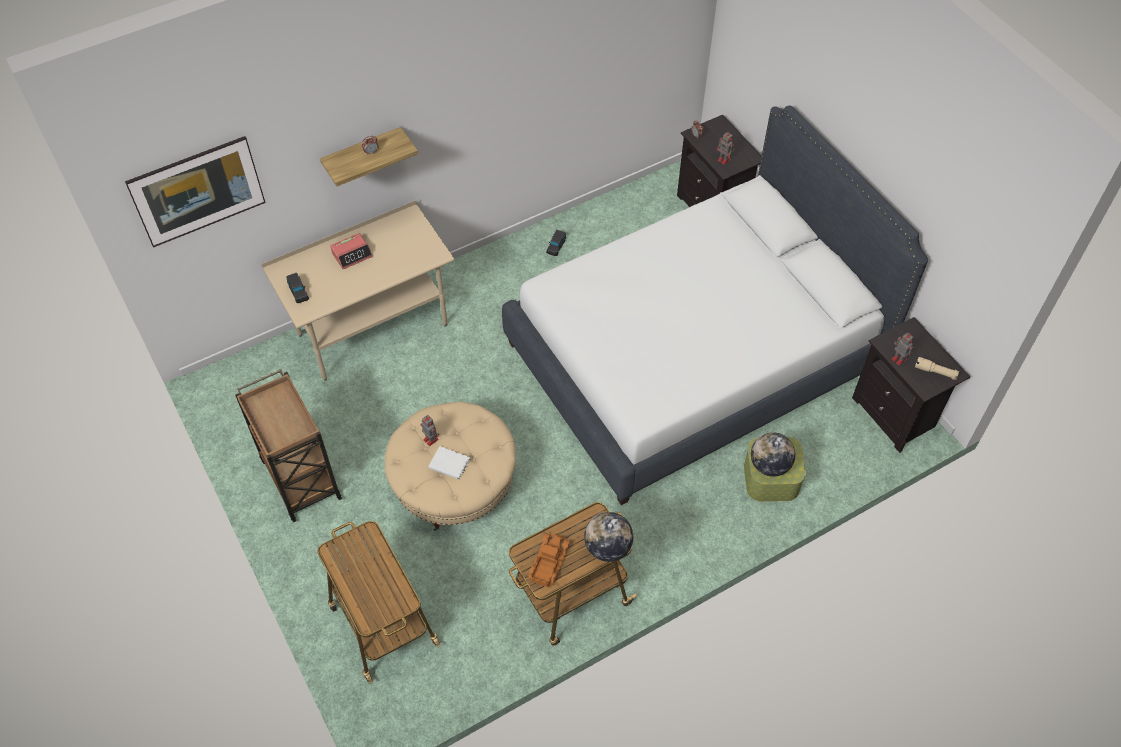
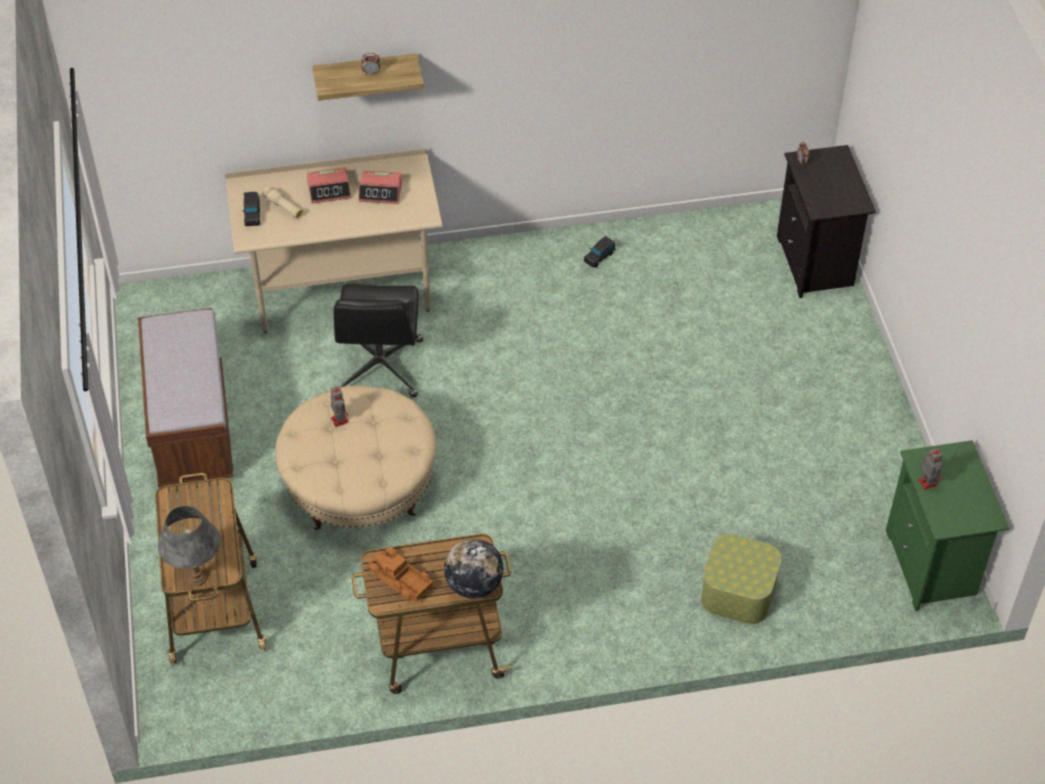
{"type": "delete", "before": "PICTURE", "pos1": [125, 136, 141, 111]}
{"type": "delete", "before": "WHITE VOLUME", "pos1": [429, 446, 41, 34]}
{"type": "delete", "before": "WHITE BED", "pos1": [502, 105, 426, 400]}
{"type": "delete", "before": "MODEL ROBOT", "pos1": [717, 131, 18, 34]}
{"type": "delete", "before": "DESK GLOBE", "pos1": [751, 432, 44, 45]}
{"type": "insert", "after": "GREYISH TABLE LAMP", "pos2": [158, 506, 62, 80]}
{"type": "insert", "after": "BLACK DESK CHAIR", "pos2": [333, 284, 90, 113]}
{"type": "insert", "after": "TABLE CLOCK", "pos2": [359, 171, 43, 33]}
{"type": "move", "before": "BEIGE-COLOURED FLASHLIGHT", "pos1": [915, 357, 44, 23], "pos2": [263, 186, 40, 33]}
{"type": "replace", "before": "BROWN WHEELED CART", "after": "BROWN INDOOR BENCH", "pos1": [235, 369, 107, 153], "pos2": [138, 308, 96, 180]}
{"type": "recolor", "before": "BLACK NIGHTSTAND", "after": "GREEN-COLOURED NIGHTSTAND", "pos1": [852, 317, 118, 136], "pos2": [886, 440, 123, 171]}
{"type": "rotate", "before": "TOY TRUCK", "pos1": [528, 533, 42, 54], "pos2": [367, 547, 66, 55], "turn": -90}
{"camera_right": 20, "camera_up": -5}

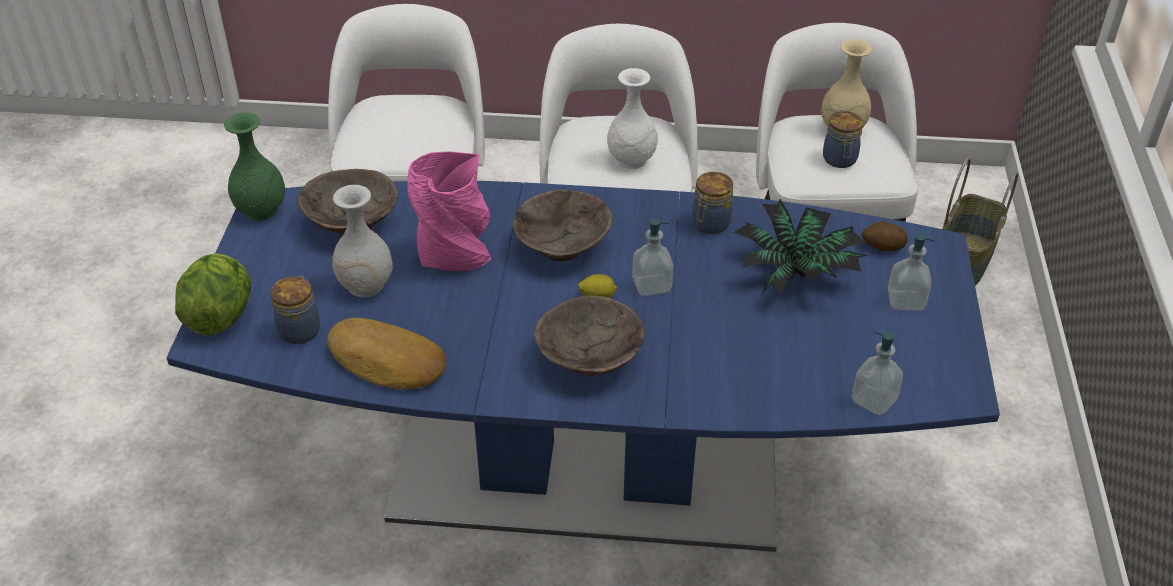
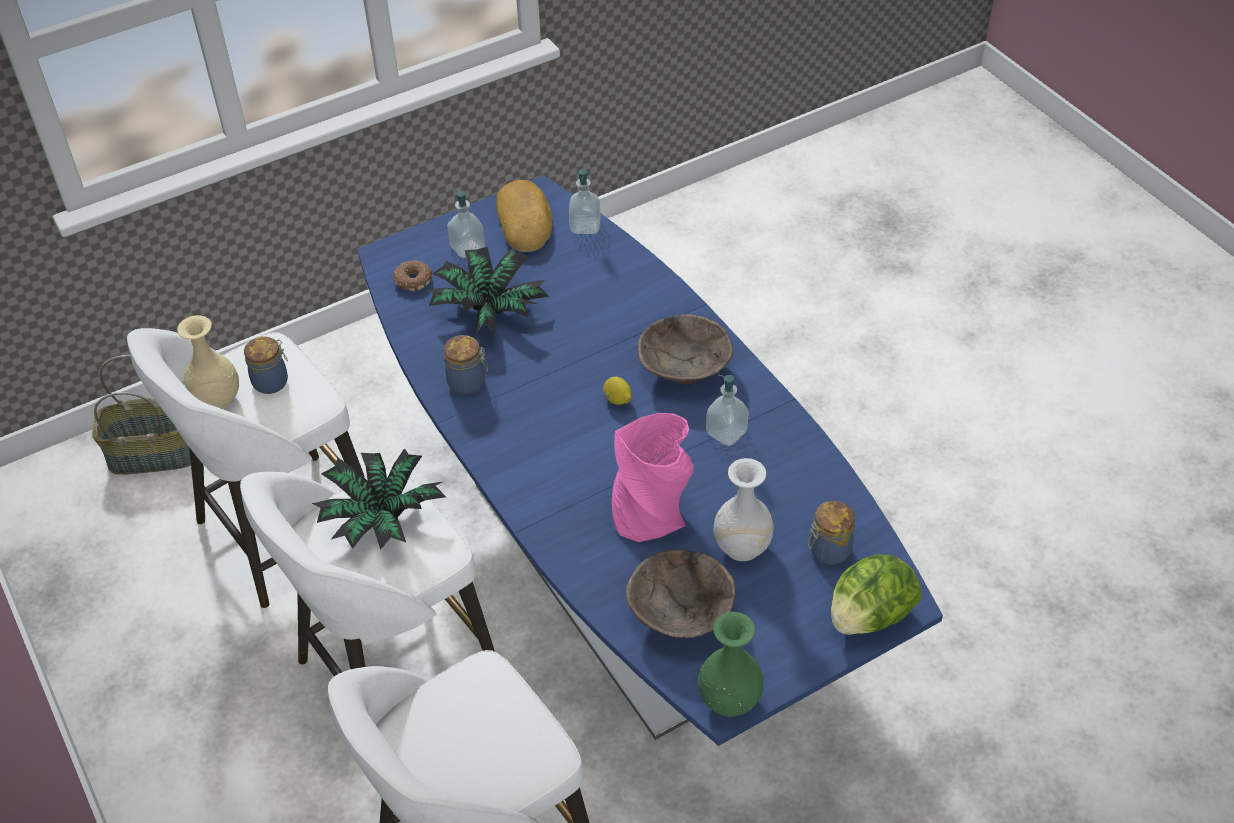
{"type": "delete", "before": "BROWN BOWL", "pos1": [513, 189, 100, 73]}
{"type": "move", "before": "BAKERY BREAD", "pos1": [327, 318, 120, 71], "pos2": [496, 180, 57, 72]}
{"type": "move", "before": "SOAP DISPENSER", "pos1": [632, 218, 41, 78], "pos2": [706, 375, 43, 71]}
{"type": "replace", "before": "WHITE DECORATIVE VASE", "after": "PLANT IN A POT", "pos1": [607, 68, 51, 101], "pos2": [312, 448, 134, 102]}
{"type": "replace", "before": "WHOLE POTATO", "after": "DONUT", "pos1": [861, 221, 47, 30], "pos2": [394, 260, 38, 31]}
{"camera_right": -125, "camera_up": 5}

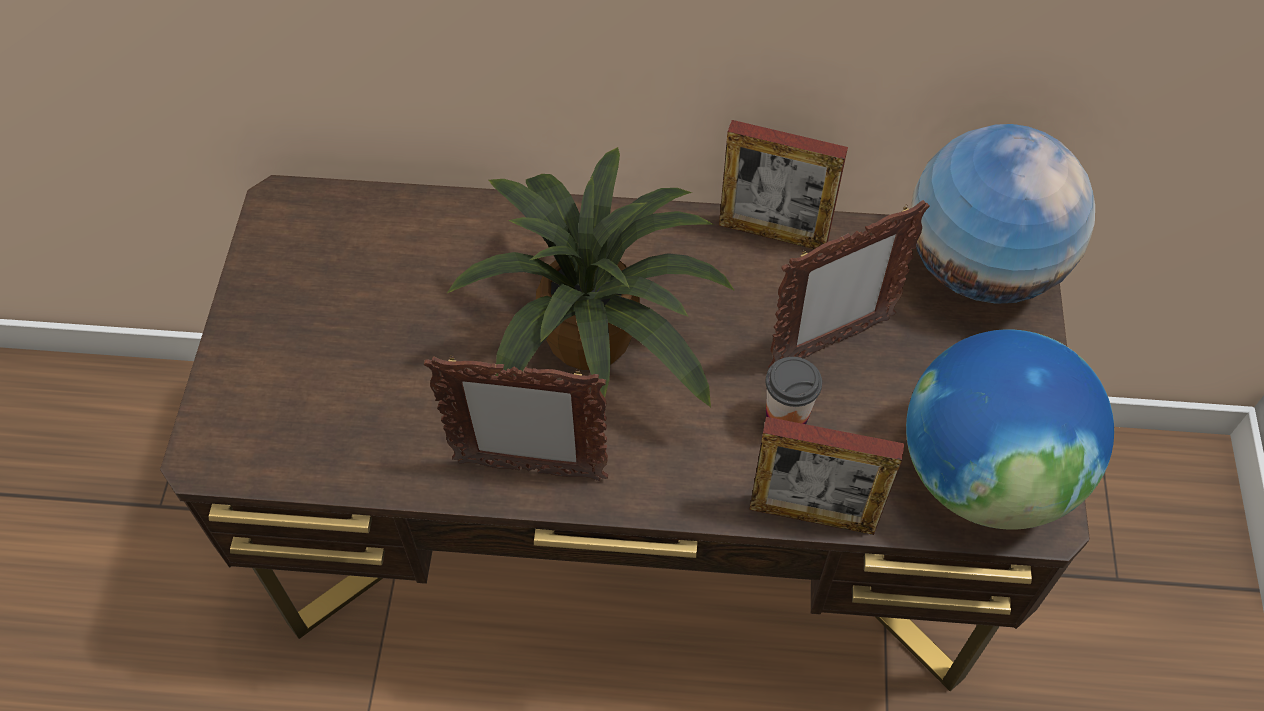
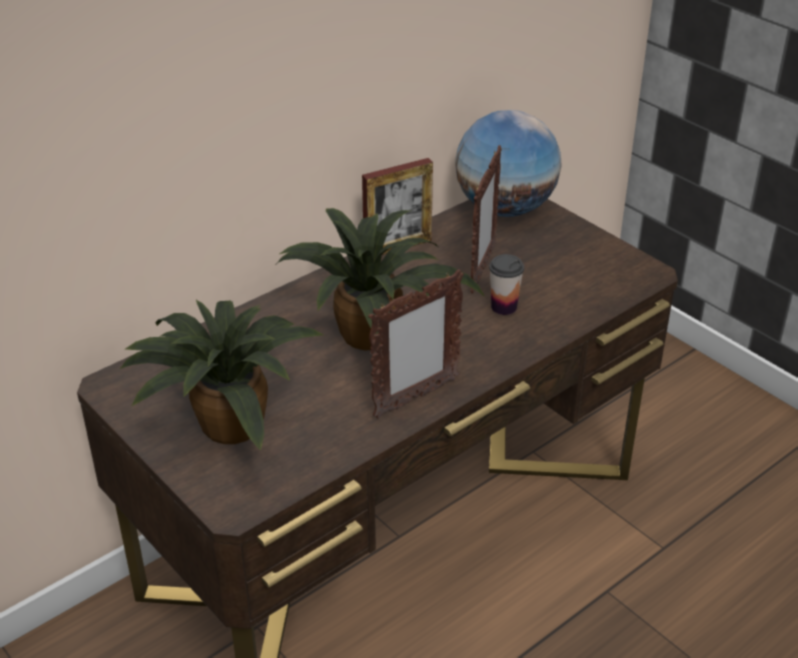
{"type": "delete", "before": "PICTURE FRAME", "pos1": [749, 417, 155, 118]}
{"type": "delete", "before": "DESK GLOBE", "pos1": [906, 330, 208, 200]}
{"type": "insert", "after": "PLANT IN A POT", "pos2": [120, 300, 203, 151]}
{"camera_right": -45, "camera_up": -20}

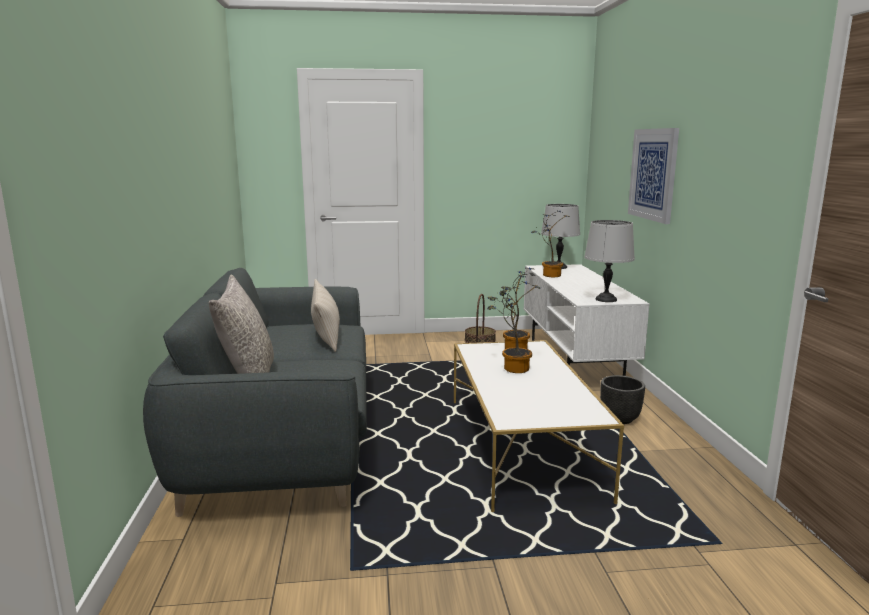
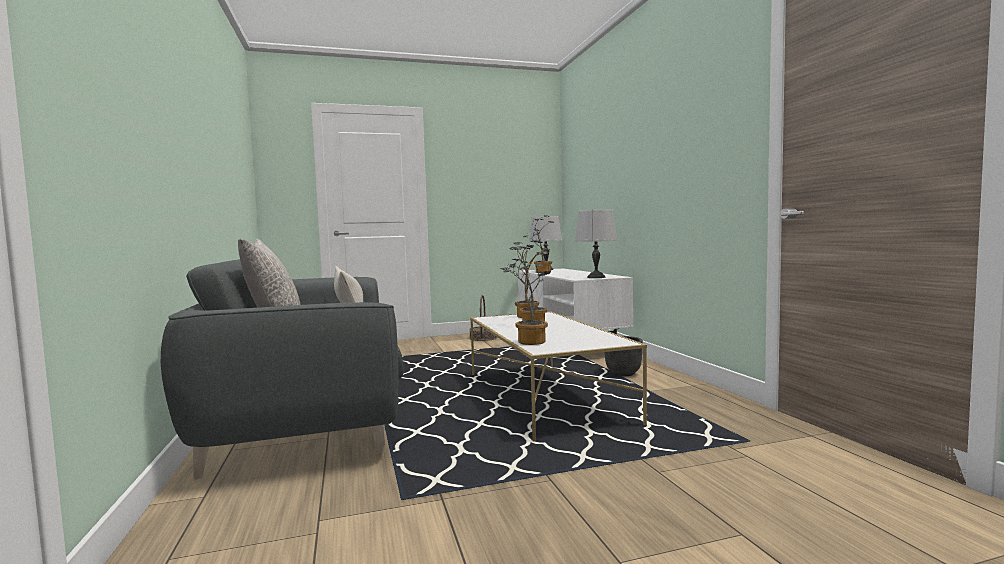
{"type": "delete", "before": "PICTURE", "pos1": [628, 128, 51, 96]}
{"type": "insert", "after": "PLANT IN A POT", "pos2": [509, 242, 42, 103]}
{"camera_right": -10, "camera_up": -10}

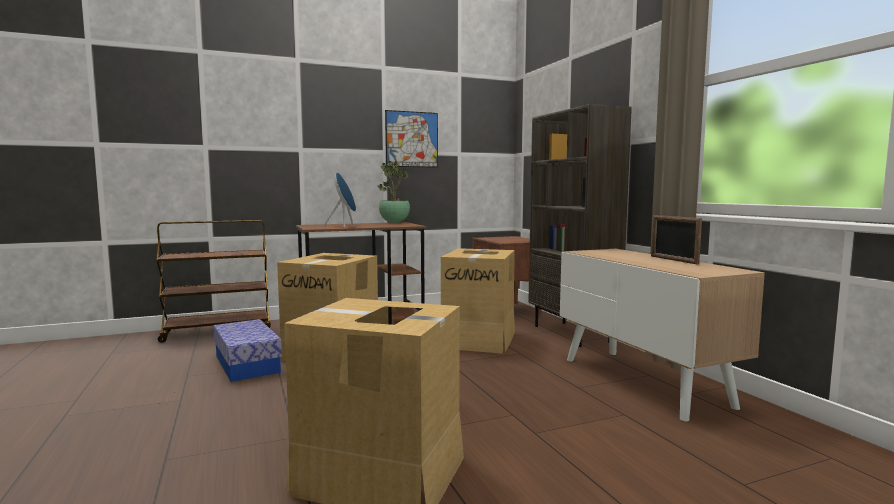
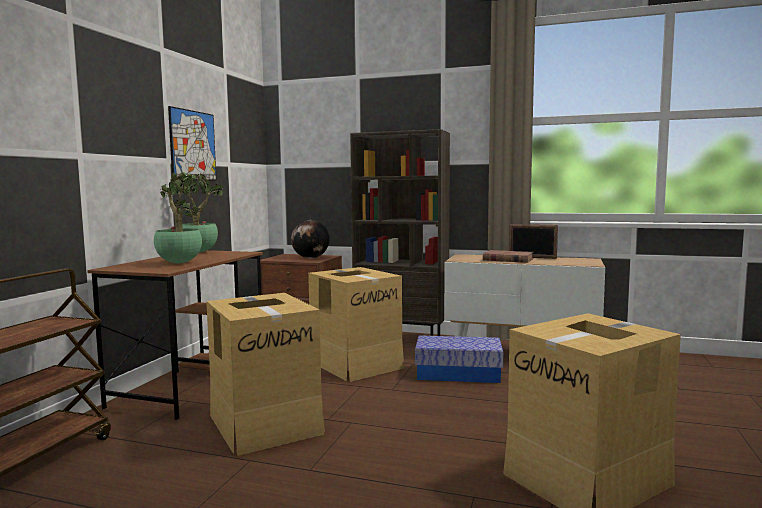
{"type": "insert", "after": "DESK GLOBE", "pos2": [291, 220, 39, 39]}
{"type": "insert", "after": "BROWN VOLUME", "pos2": [483, 250, 51, 13]}
{"type": "move", "before": "STORAGE BIN", "pos1": [213, 319, 69, 63], "pos2": [415, 335, 88, 48]}
{"type": "replace", "before": "BLUISH SPEAKER", "after": "PLANT IN A POT", "pos1": [323, 172, 33, 56], "pos2": [154, 172, 48, 91]}
{"camera_right": -50, "camera_up": 0}

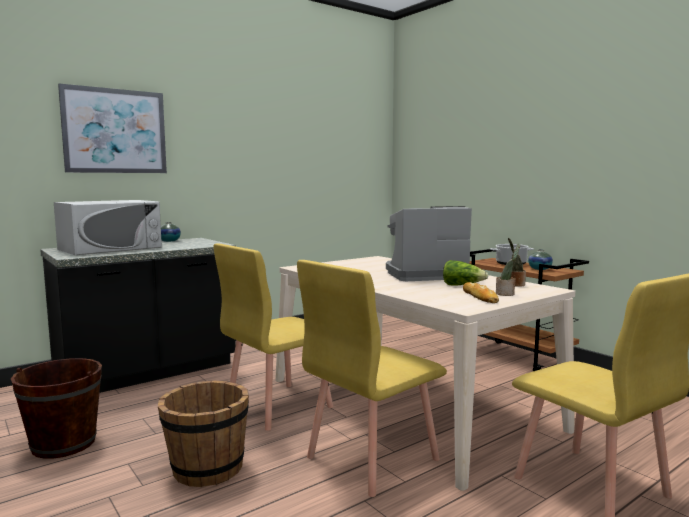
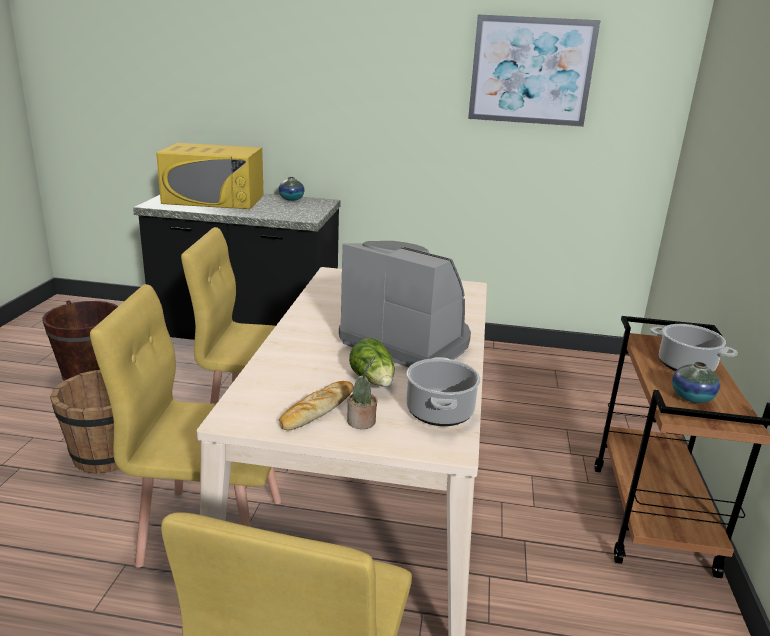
{"type": "move", "before": "PICTURE", "pos1": [58, 84, 109, 89], "pos2": [468, 14, 132, 113]}
{"type": "replace", "before": "PLANT IN A POT", "after": "STOCKPOT", "pos1": [508, 238, 18, 49], "pos2": [406, 357, 75, 69]}
{"type": "recolor", "before": "WHITE KITCHEN MICROWAVE", "after": "YELLOWISH KITCHEN MICROWAVE", "pos1": [54, 200, 108, 55], "pos2": [156, 143, 108, 66]}
{"camera_right": 45, "camera_up": 15}

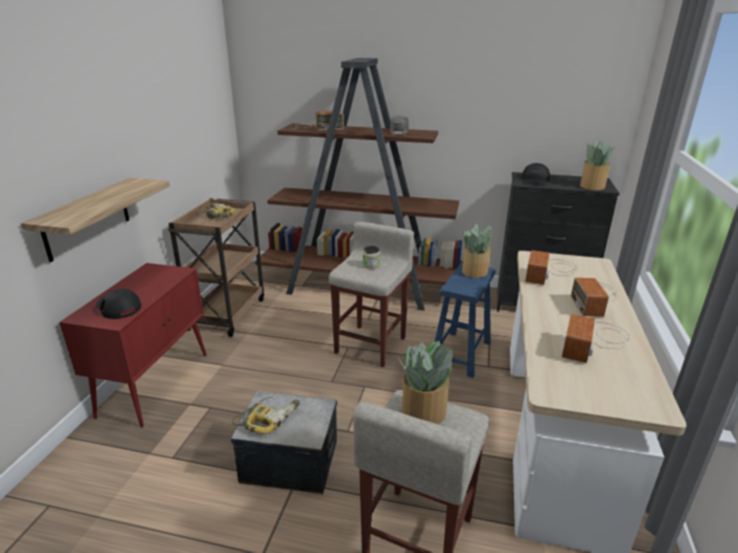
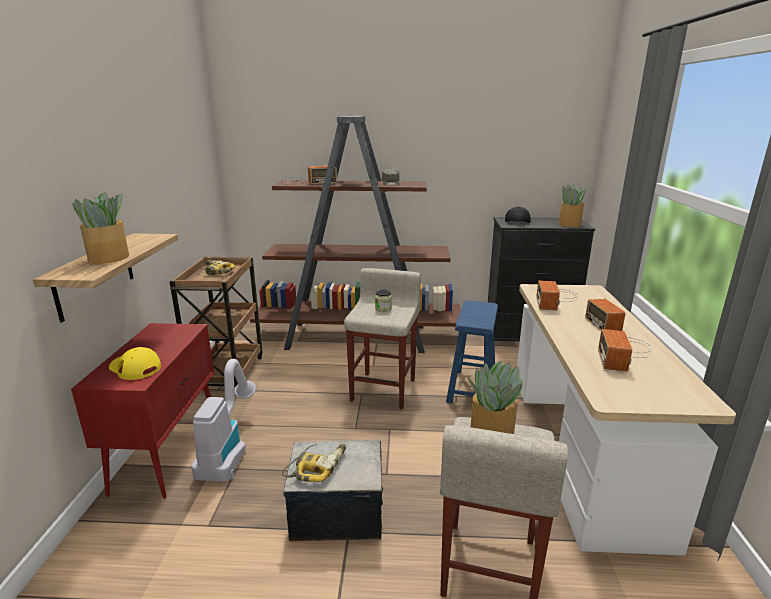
{"type": "insert", "after": "HOOVER", "pos2": [191, 359, 65, 122]}
{"type": "move", "before": "PLANT IN A POT", "pos1": [462, 223, 30, 55], "pos2": [72, 193, 57, 71]}
{"type": "recolor", "before": "BLACK BASEBALL CAP", "after": "YELLOWISH BASEBALL CAP", "pos1": [96, 288, 45, 31], "pos2": [109, 347, 52, 33]}
{"camera_right": -10, "camera_up": -5}

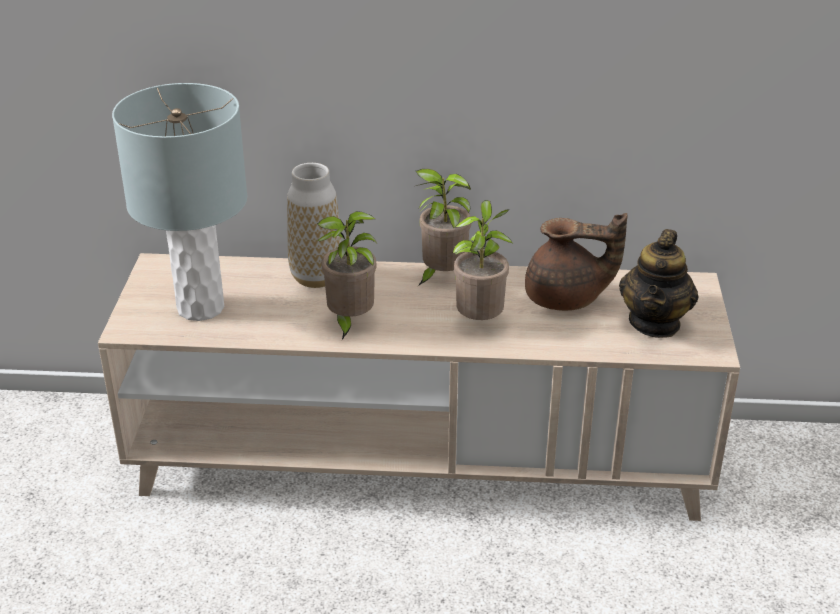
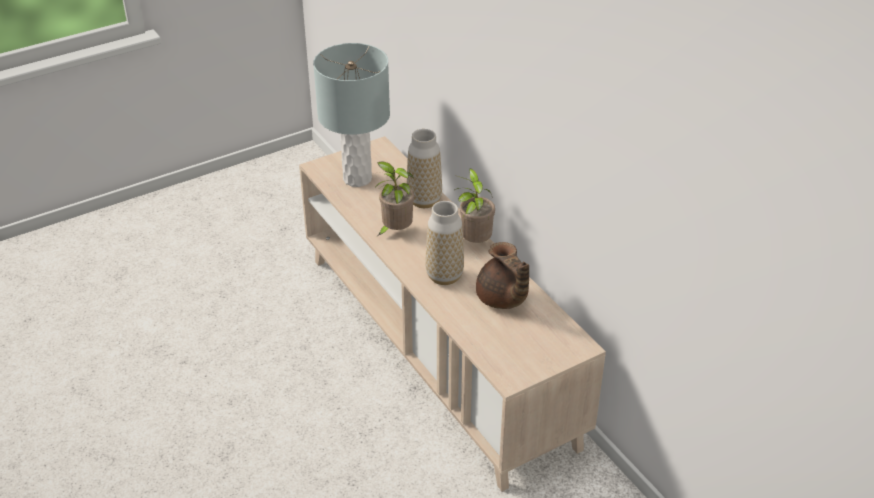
{"type": "delete", "before": "TEAPOT", "pos1": [619, 229, 80, 109]}
{"type": "replace", "before": "PLANT IN A POT", "after": "DECORATIVE VASE", "pos1": [453, 200, 60, 120], "pos2": [425, 201, 39, 84]}
{"camera_right": 55, "camera_up": 5}

